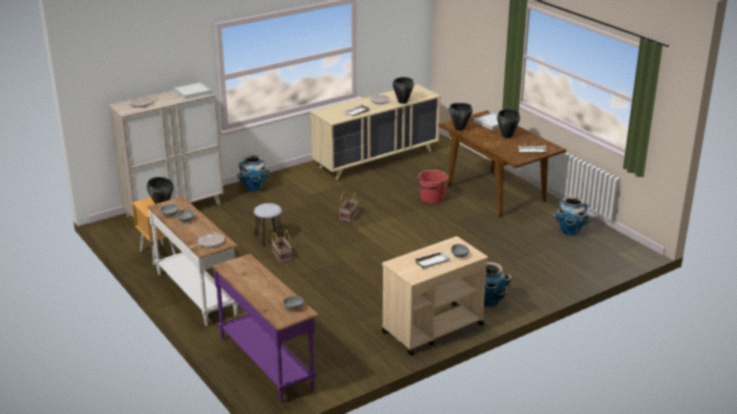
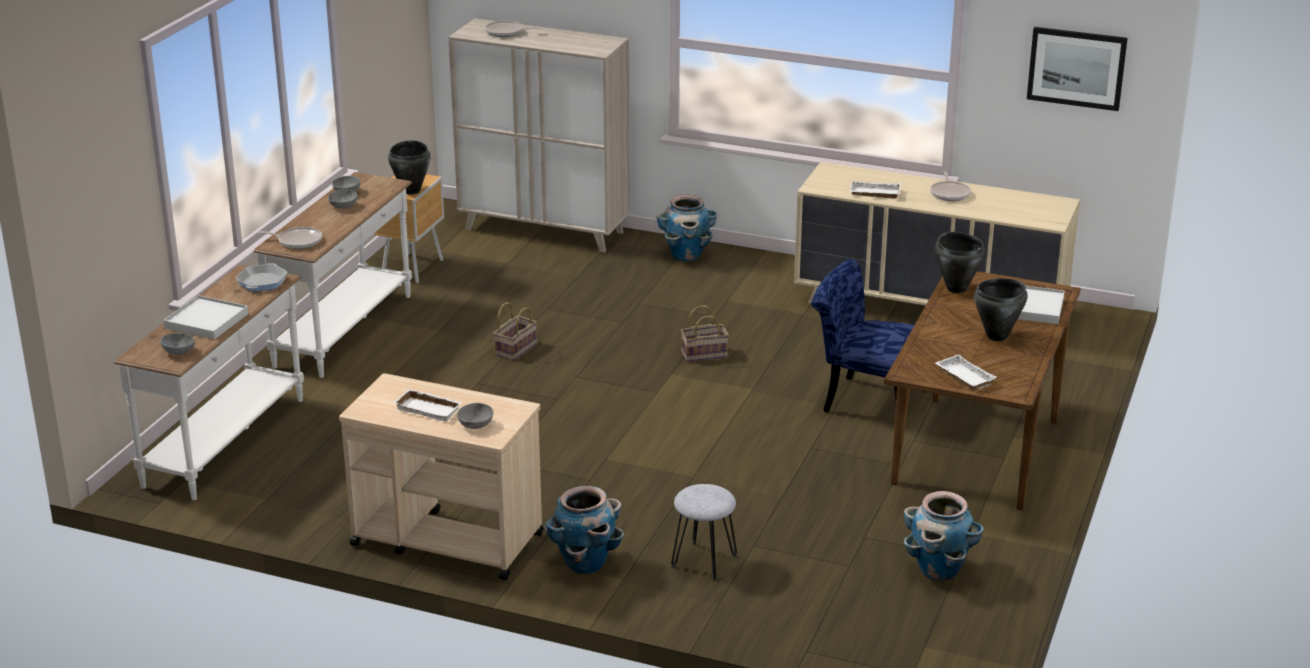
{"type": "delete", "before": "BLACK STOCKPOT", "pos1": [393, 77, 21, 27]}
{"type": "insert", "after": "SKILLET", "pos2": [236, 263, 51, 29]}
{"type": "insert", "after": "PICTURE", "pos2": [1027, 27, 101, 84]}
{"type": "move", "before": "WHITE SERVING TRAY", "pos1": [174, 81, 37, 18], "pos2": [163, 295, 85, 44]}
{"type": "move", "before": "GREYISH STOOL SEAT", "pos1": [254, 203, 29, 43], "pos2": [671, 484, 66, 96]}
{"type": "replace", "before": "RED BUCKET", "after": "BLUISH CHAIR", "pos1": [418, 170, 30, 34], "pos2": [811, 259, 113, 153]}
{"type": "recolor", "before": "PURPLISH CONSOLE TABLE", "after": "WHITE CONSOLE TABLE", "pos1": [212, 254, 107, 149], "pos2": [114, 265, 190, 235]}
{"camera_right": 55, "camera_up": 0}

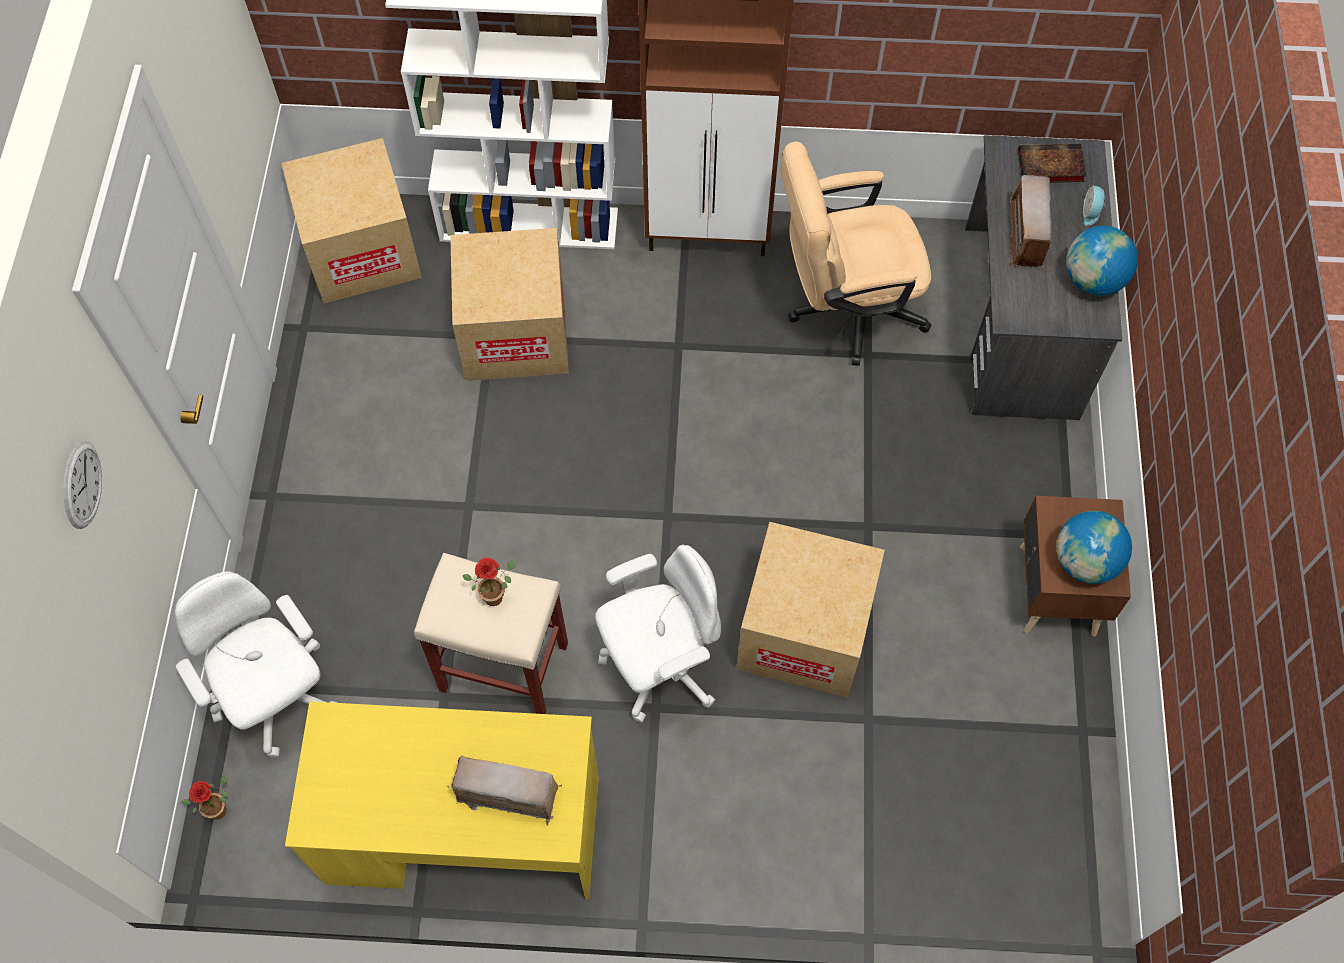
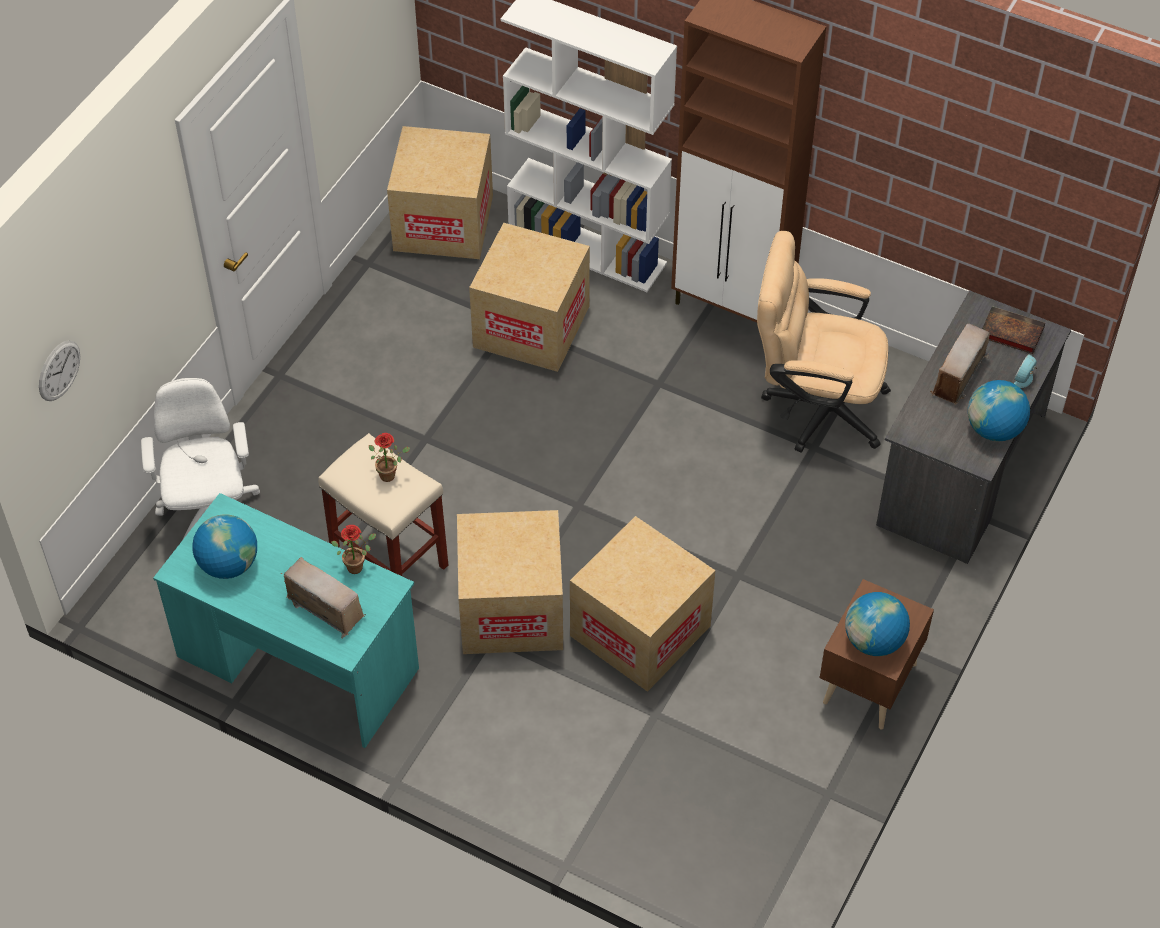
{"type": "insert", "after": "DESK GLOBE", "pos2": [192, 514, 65, 65]}
{"type": "move", "before": "CLOCK ON THE WALL", "pos1": [63, 441, 39, 88], "pos2": [39, 340, 41, 61]}
{"type": "move", "before": "PLANT IN A POT", "pos1": [181, 776, 47, 44], "pos2": [331, 525, 45, 49]}
{"type": "replace", "before": "WHITE DESK CHAIR", "after": "CARTON", "pos1": [595, 545, 126, 177], "pos2": [457, 510, 106, 144]}
{"type": "recolor", "before": "YELLOWISH DESK TABLE", "after": "BLUE-GREEN DESK TABLE", "pos1": [285, 701, 314, 198], "pos2": [153, 493, 266, 255]}
{"camera_right": 25, "camera_up": -10}

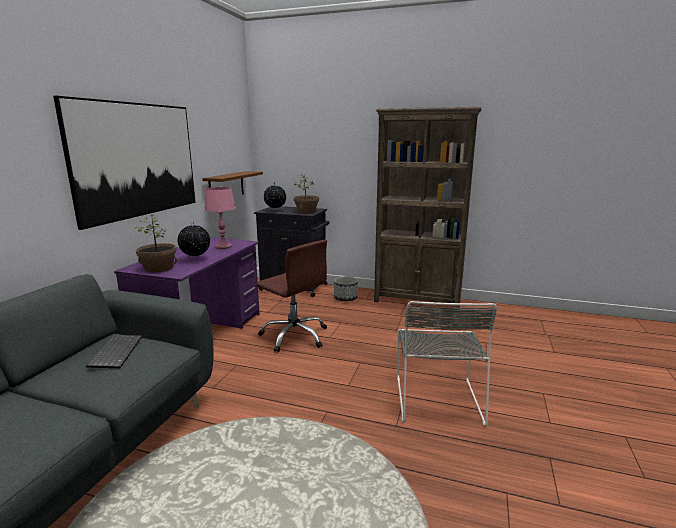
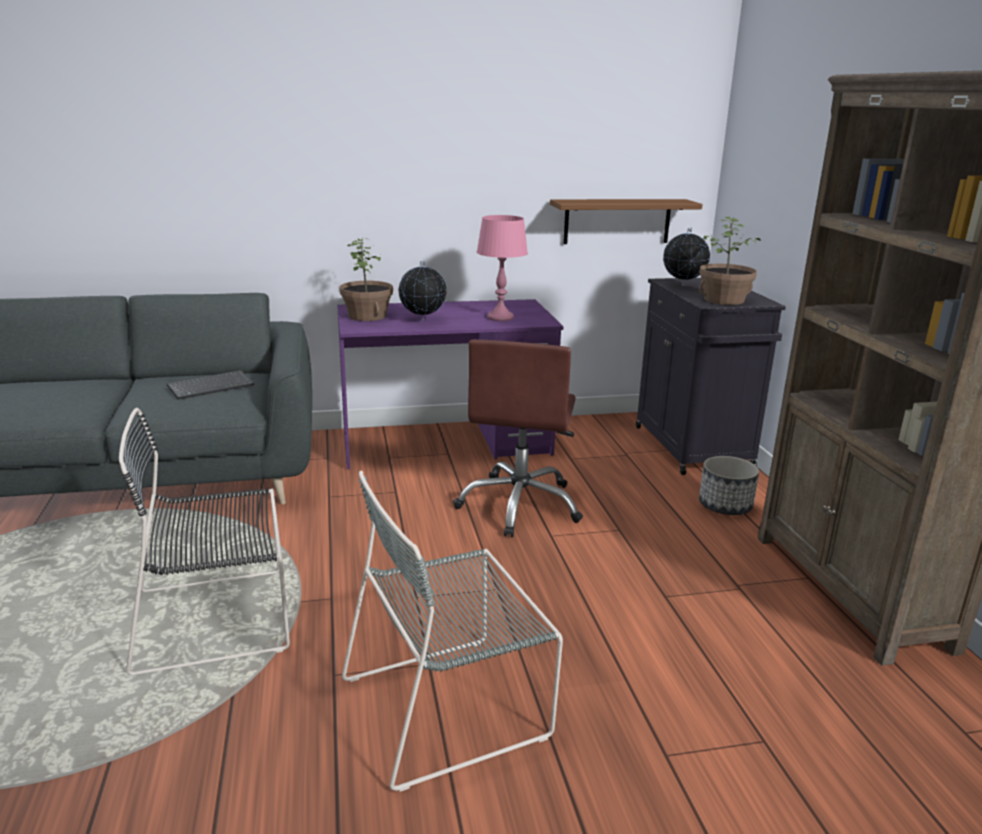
{"type": "delete", "before": "PICTURE", "pos1": [53, 96, 143, 134]}
{"type": "insert", "after": "BLACK CHAIR", "pos2": [119, 408, 171, 267]}
{"camera_right": 60, "camera_up": 5}

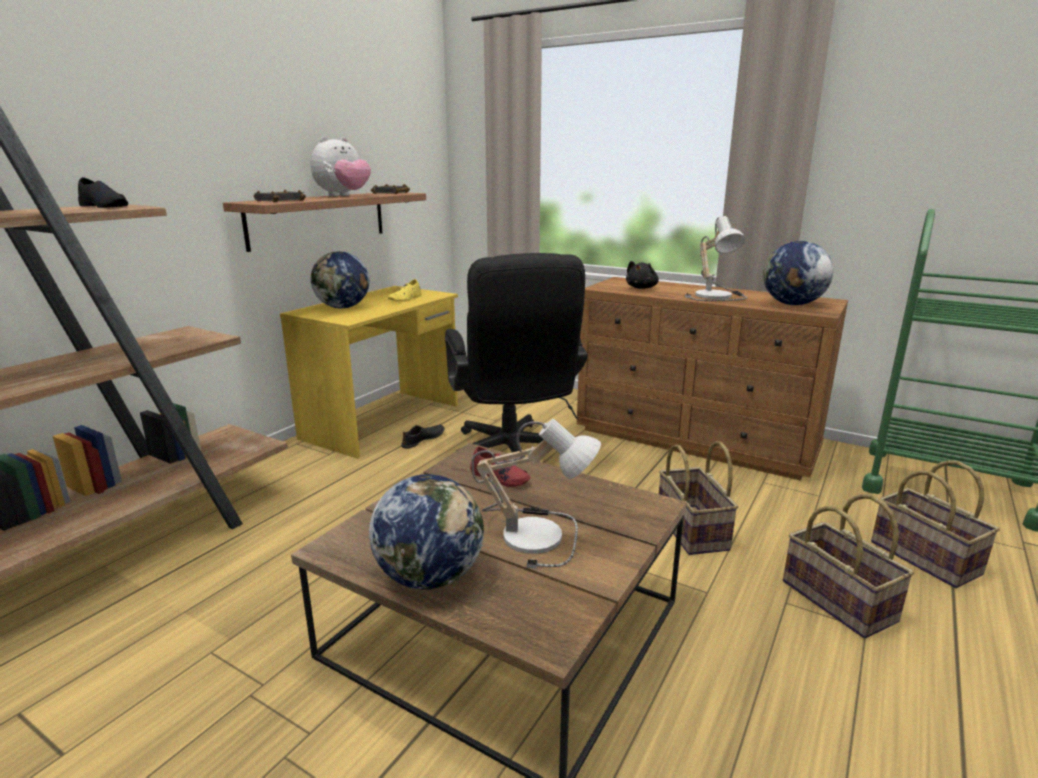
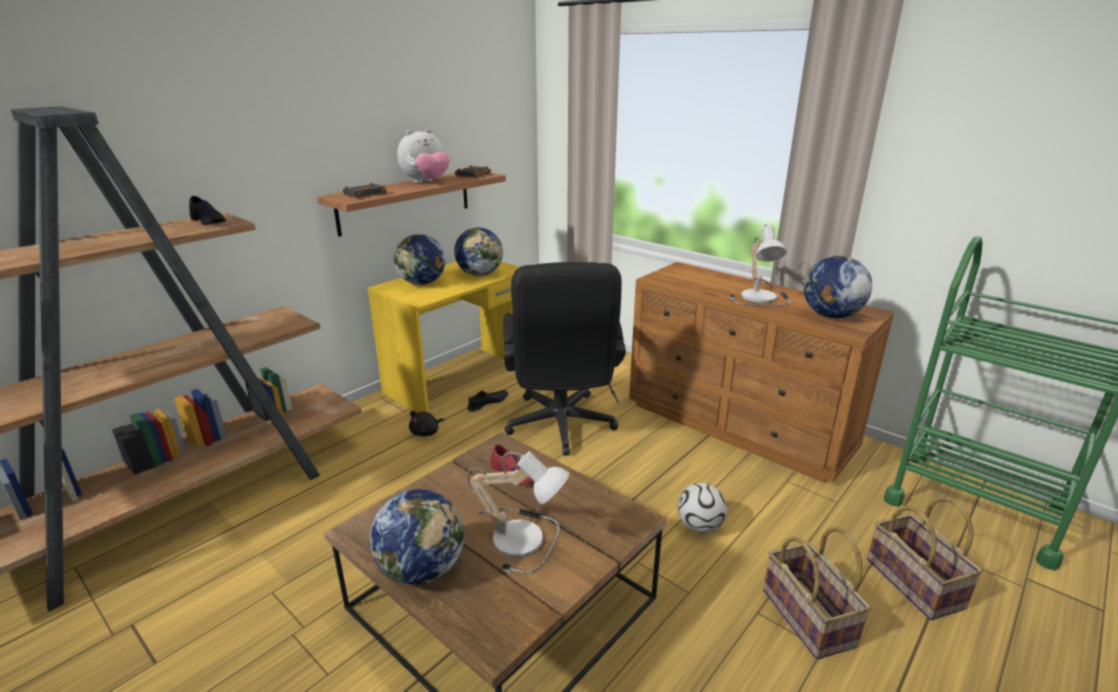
{"type": "move", "before": "BLACK CUDDLY TOY", "pos1": [626, 261, 33, 28], "pos2": [409, 411, 35, 25]}
{"type": "replace", "before": "YELLOWISH ITEM OF FOOTWEAR", "after": "DESK GLOBE", "pos1": [388, 279, 34, 23], "pos2": [454, 227, 49, 49]}
{"type": "replace", "before": "STORAGE BASKET", "after": "BALL FOR FOOTBALL", "pos1": [659, 441, 79, 114], "pos2": [678, 483, 49, 50]}
{"camera_right": 10, "camera_up": 5}

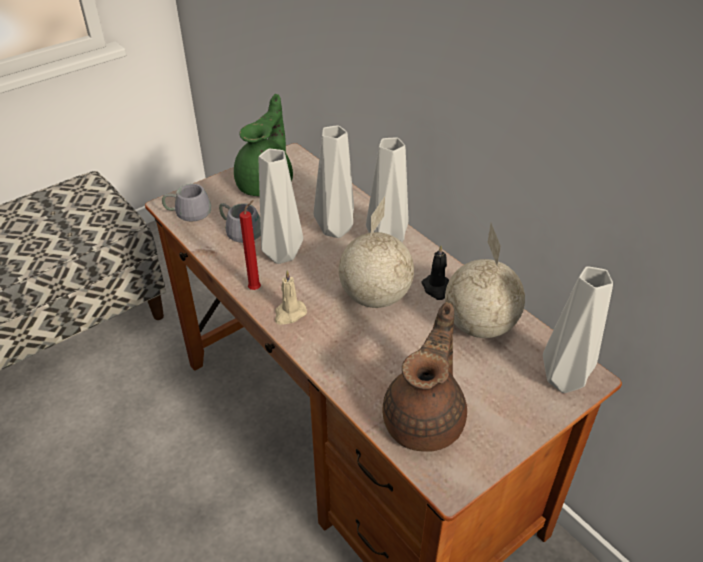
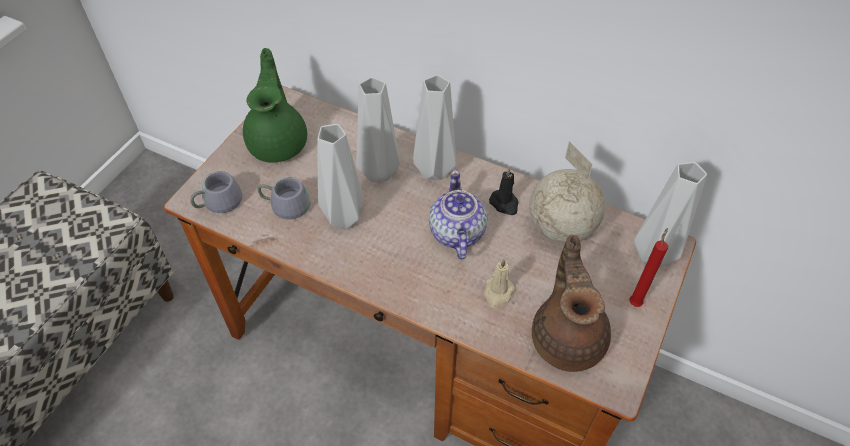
{"type": "move", "before": "RED WAX CANDLE", "pos1": [239, 200, 22, 90], "pos2": [629, 228, 39, 79]}
{"type": "move", "before": "BEIGE-COLOURED WAX CANDLE", "pos1": [275, 270, 32, 55], "pos2": [484, 259, 31, 49]}
{"type": "replace", "before": "DESK GLOBE", "after": "TEAPOT", "pos1": [339, 197, 75, 111], "pos2": [429, 170, 58, 90]}
{"camera_right": -25, "camera_up": 10}

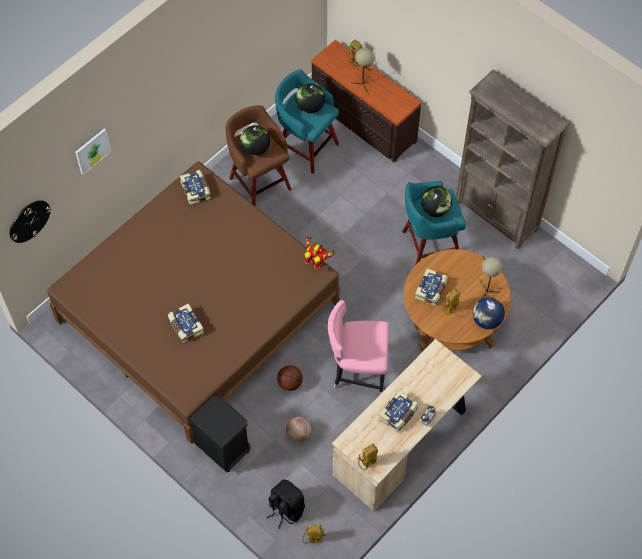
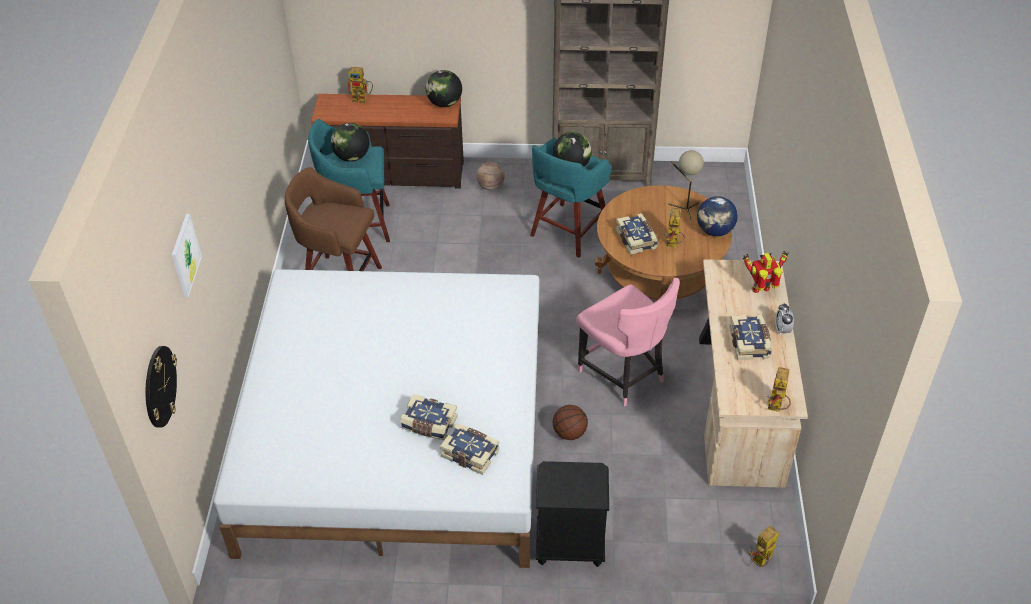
{"type": "delete", "before": "BLACK KNAPSACK", "pos1": [266, 479, 39, 49]}
{"type": "delete", "before": "BEIGE-COLOURED TABLE LAMP", "pos1": [352, 48, 22, 47]}
{"type": "move", "before": "VOLUME", "pos1": [180, 170, 31, 36], "pos2": [440, 423, 60, 52]}
{"type": "move", "before": "DESK GLOBE", "pos1": [240, 125, 30, 31], "pos2": [426, 70, 36, 37]}
{"type": "move", "before": "BASKETBALL BALL", "pos1": [286, 417, 26, 26], "pos2": [476, 162, 29, 28]}
{"type": "move", "before": "MODEL ROBOT", "pos1": [305, 236, 30, 33], "pos2": [743, 251, 46, 42]}
{"type": "recolor", "before": "BROWN BED", "after": "WHITE BED", "pos1": [47, 162, 293, 282], "pos2": [213, 269, 326, 299]}
{"type": "rotate", "before": "PINK CHAIR", "pos1": [328, 300, 61, 94], "pos2": [576, 278, 104, 128], "turn": -90}
{"camera_right": -40, "camera_up": -15}

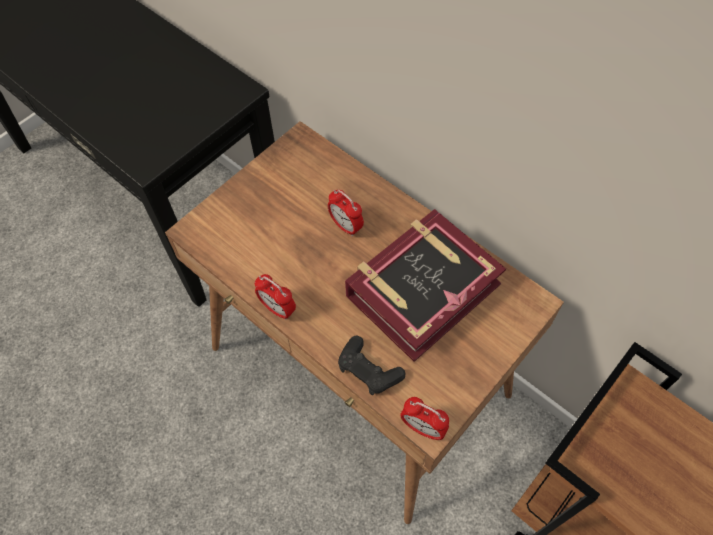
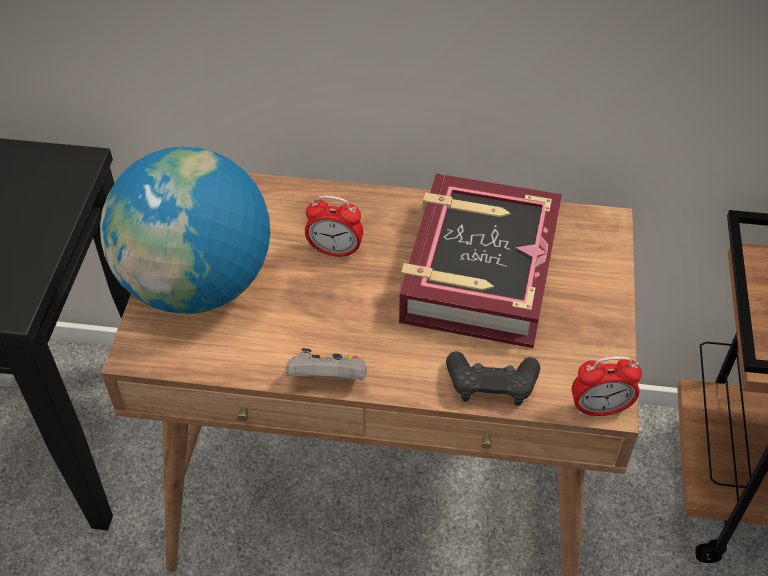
{"type": "insert", "after": "DESK GLOBE", "pos2": [100, 146, 170, 168]}
{"type": "replace", "before": "TABLE CLOCK", "after": "GREYISH GAMEPAD", "pos1": [255, 274, 41, 46], "pos2": [286, 348, 81, 33]}
{"camera_right": -35, "camera_up": -10}

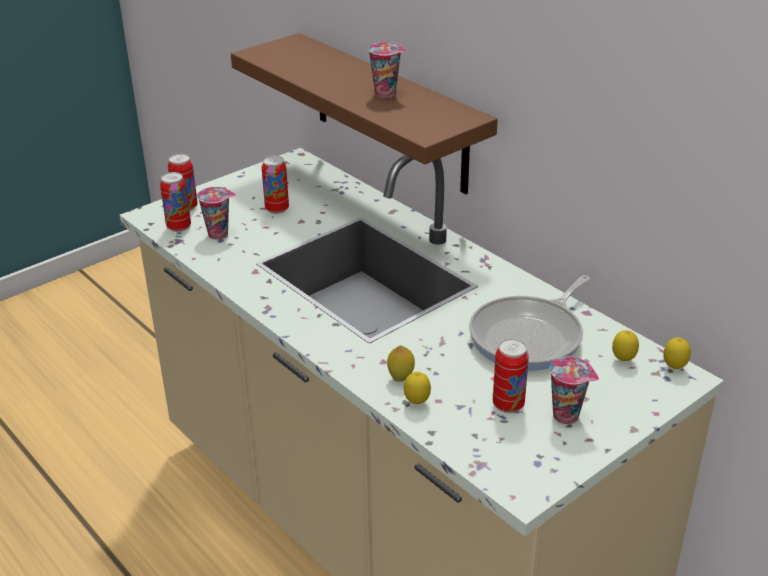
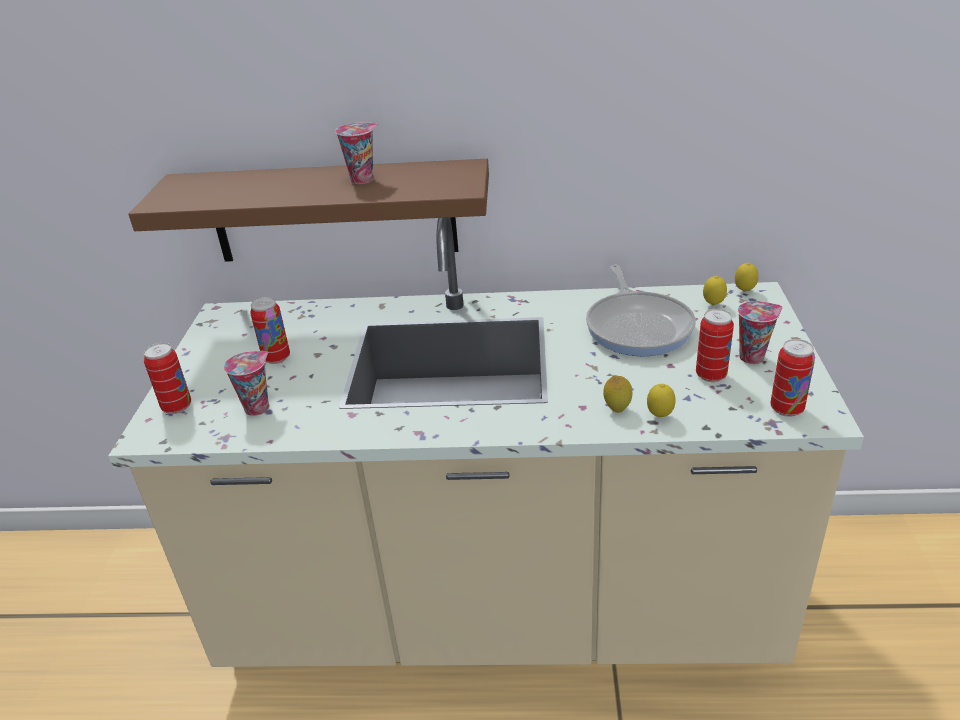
{"type": "move", "before": "SEALED CAN", "pos1": [160, 172, 31, 60], "pos2": [770, 339, 45, 78]}
{"camera_right": -45, "camera_up": 0}

